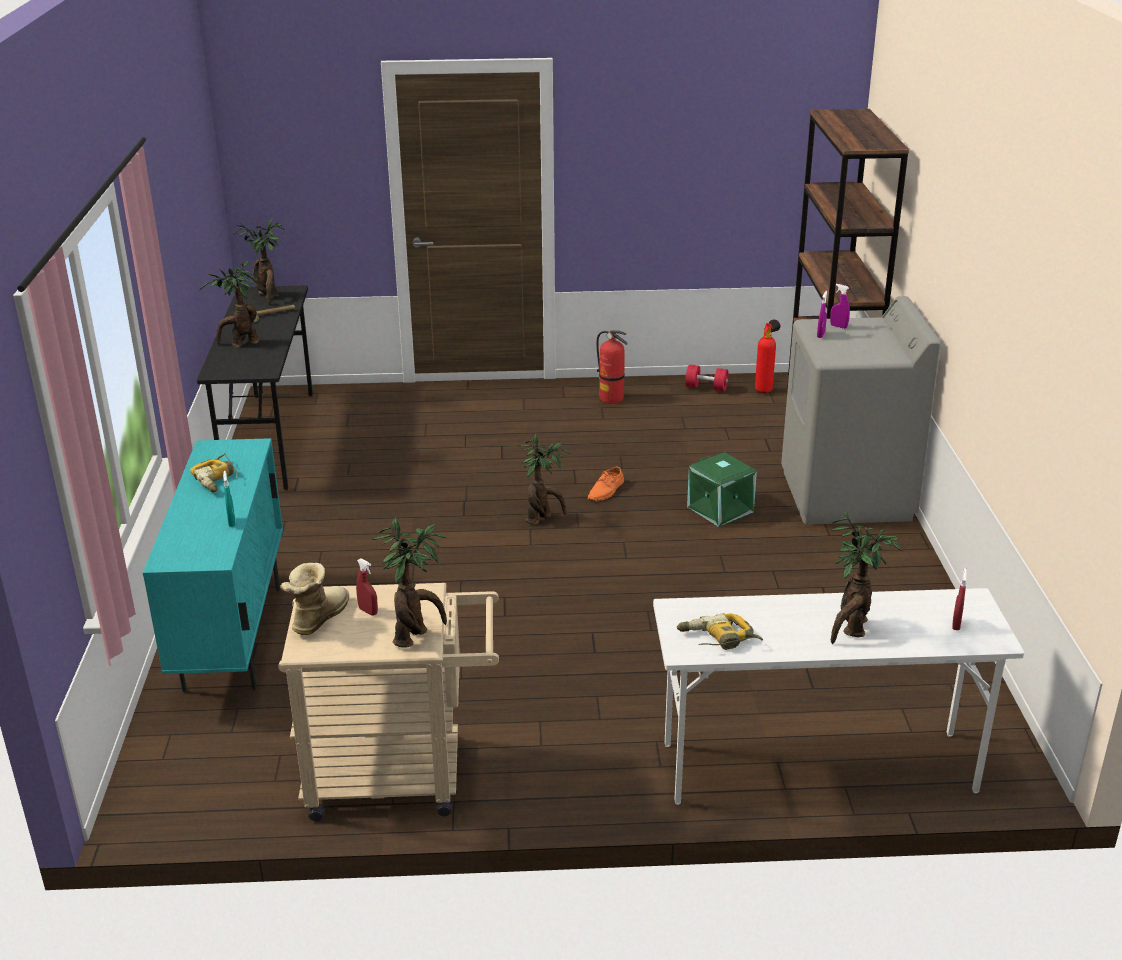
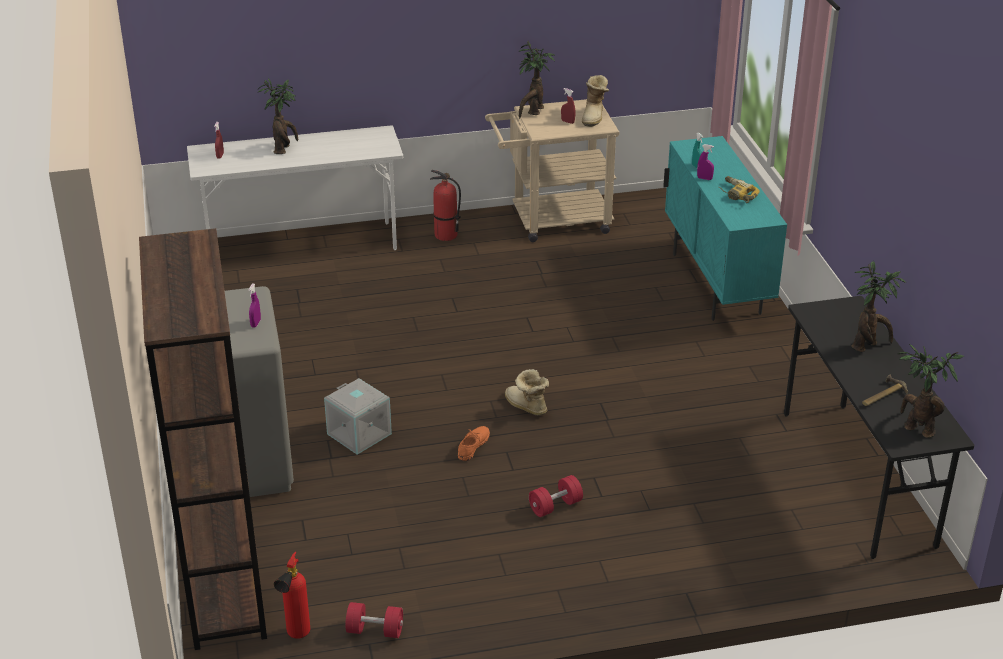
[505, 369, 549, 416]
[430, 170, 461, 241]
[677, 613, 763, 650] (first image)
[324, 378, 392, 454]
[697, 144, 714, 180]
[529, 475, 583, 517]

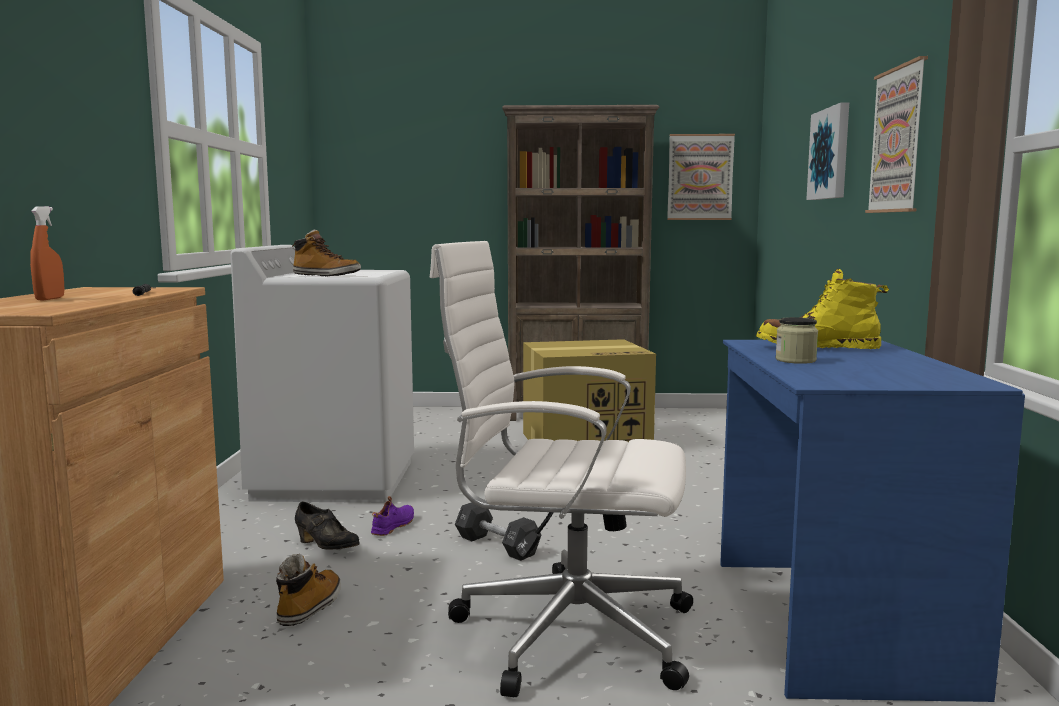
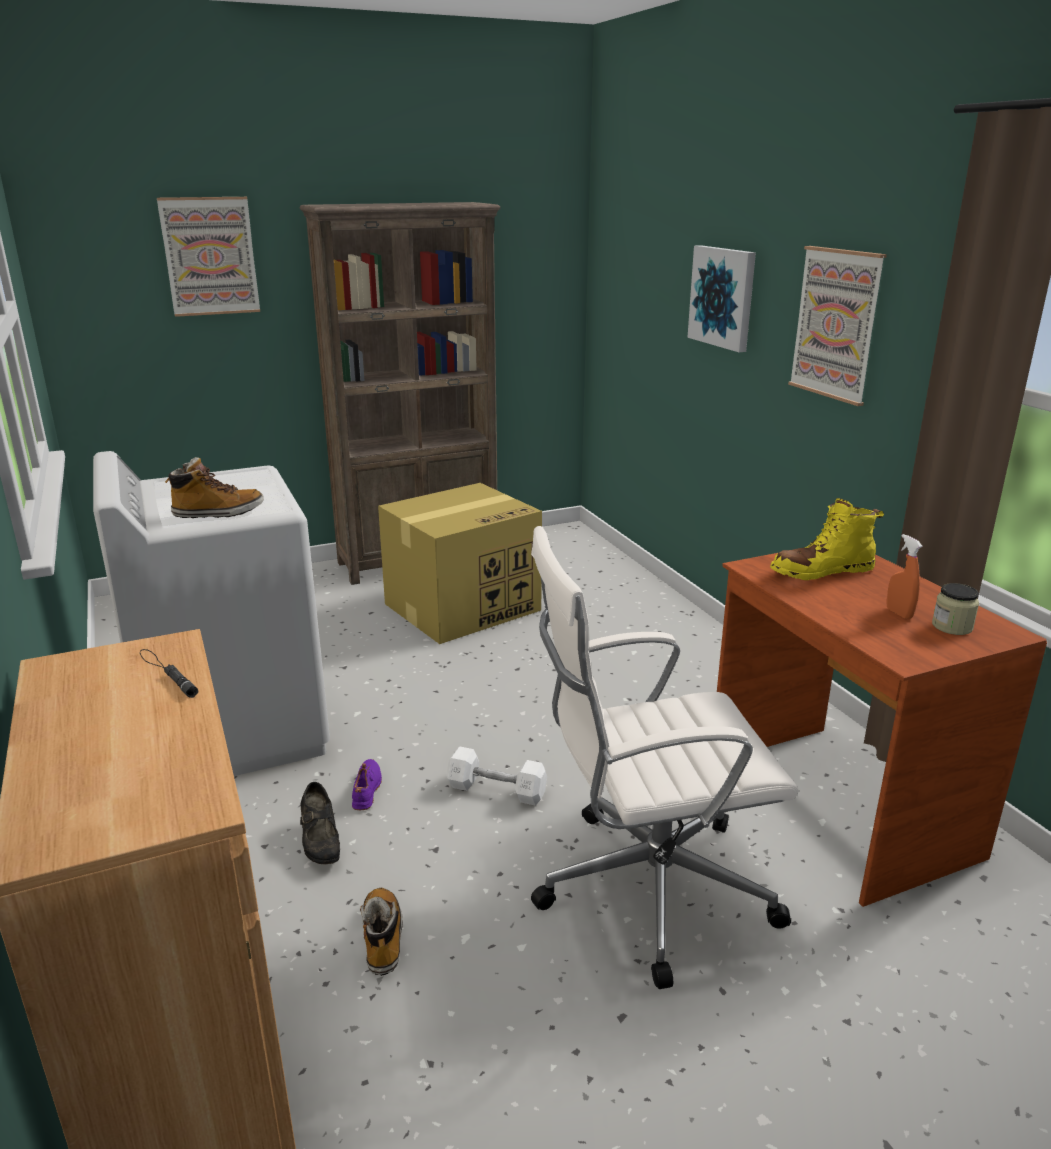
[886, 534, 922, 619]
[300, 782, 340, 864]
[447, 746, 547, 806]
[157, 197, 260, 317]
[717, 553, 1047, 907]
[932, 583, 979, 635]

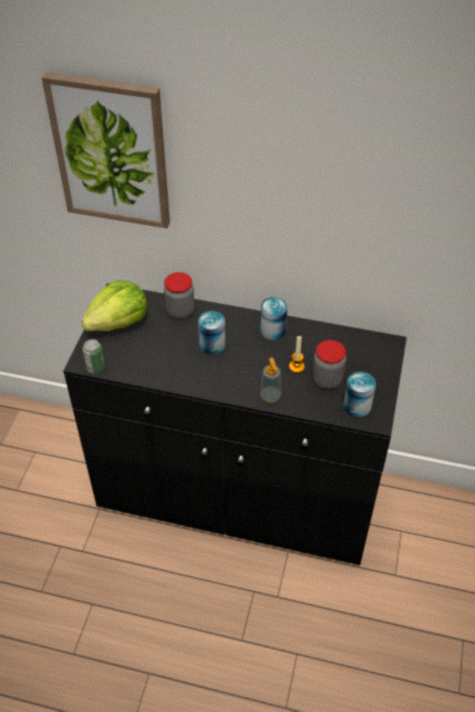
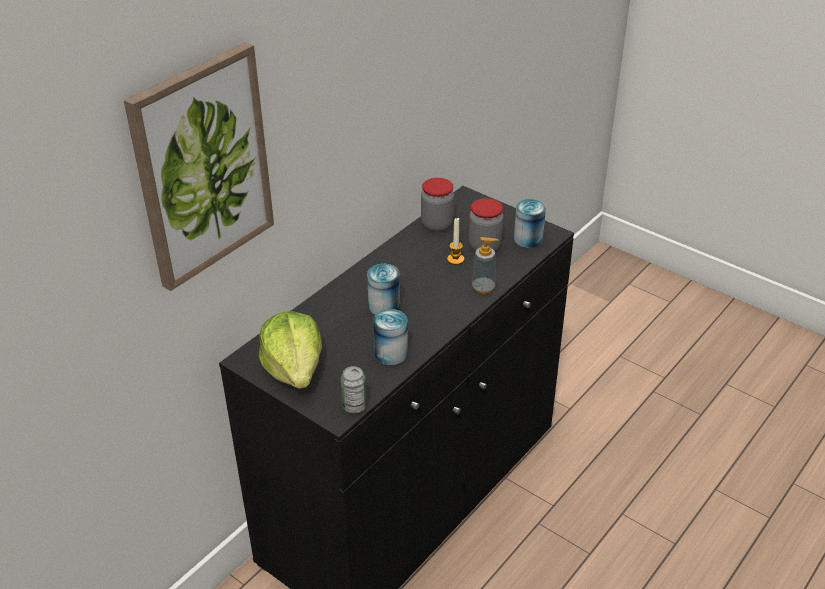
[421, 178, 454, 232]
[373, 309, 408, 365]

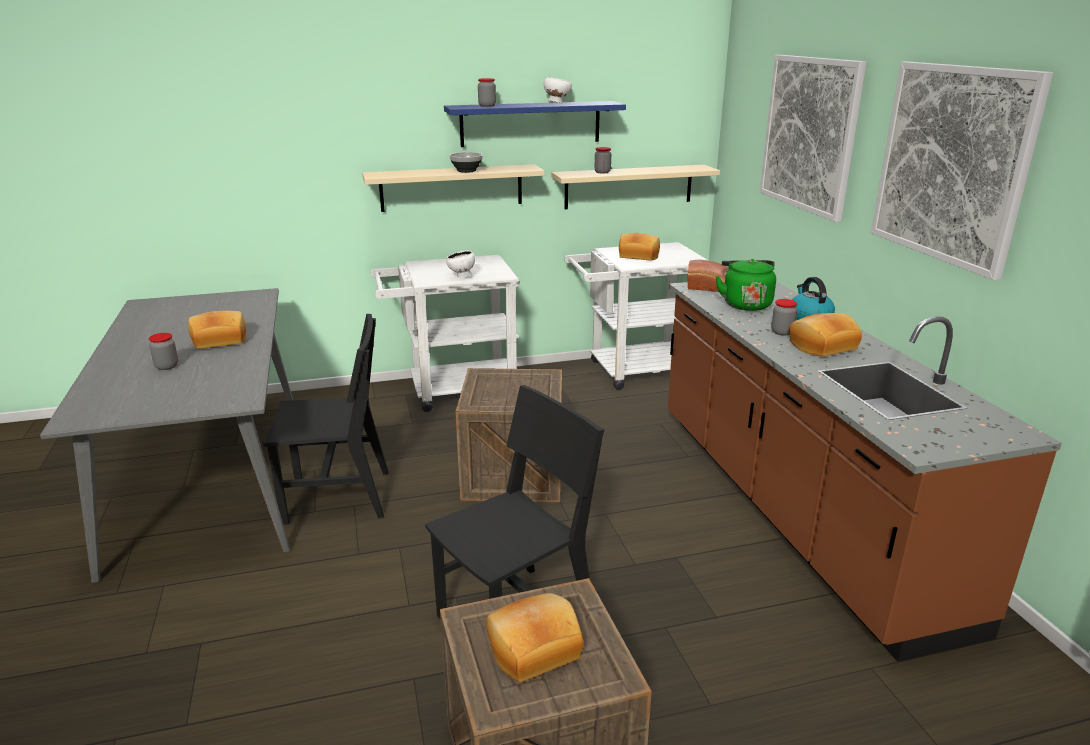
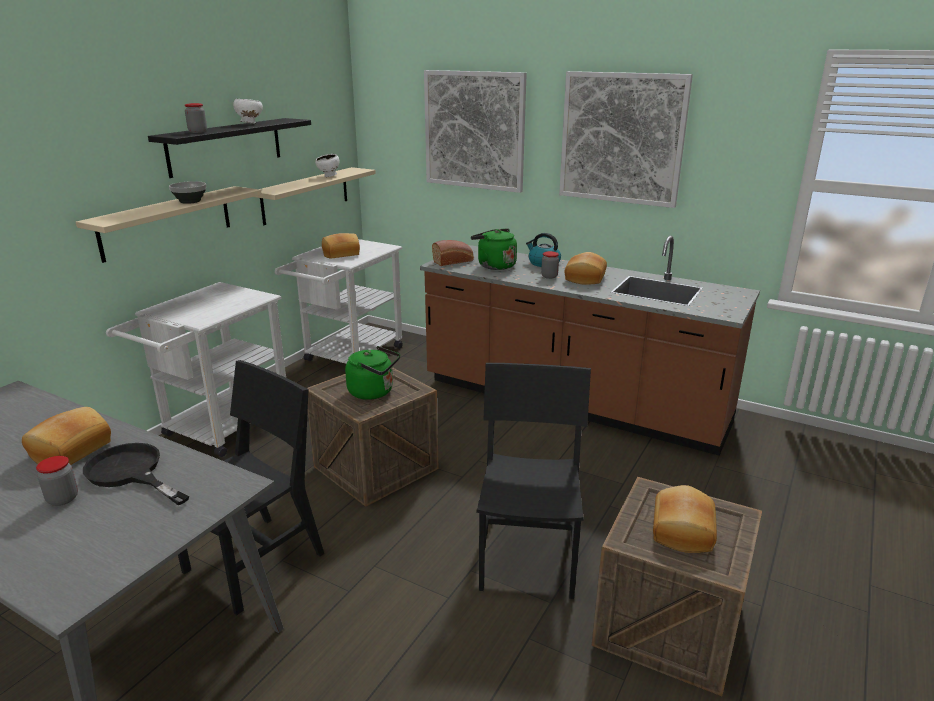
[148, 118, 311, 178]
[315, 154, 339, 177]
[595, 147, 611, 174] (first image)
[83, 443, 189, 506]
[345, 346, 400, 400]

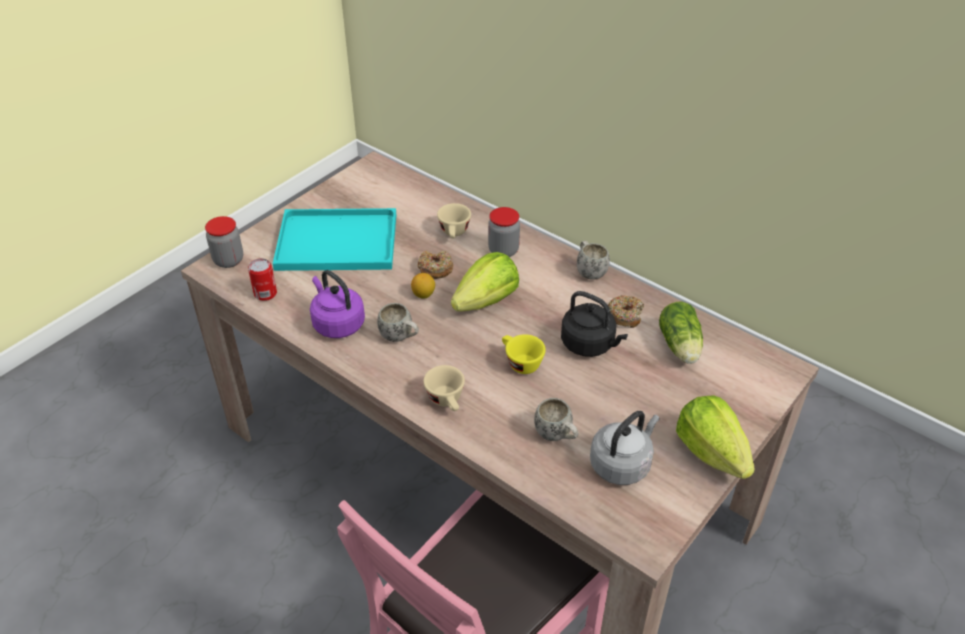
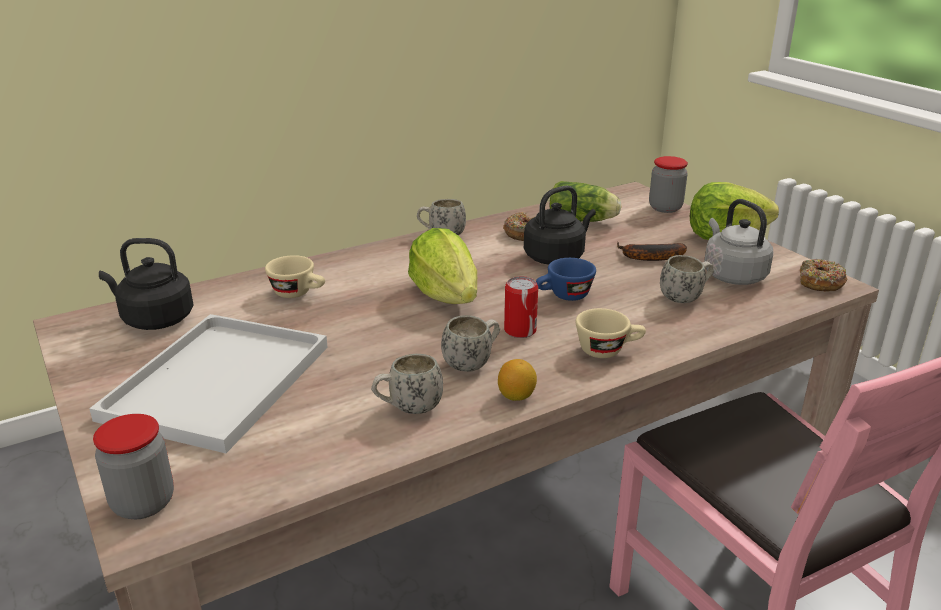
[504, 276, 538, 338]
[89, 314, 328, 453]
[371, 354, 443, 414]
[498, 359, 537, 401]
[800, 259, 847, 292]
[649, 156, 688, 213]
[536, 258, 596, 301]
[99, 238, 193, 330]
[617, 242, 687, 261]

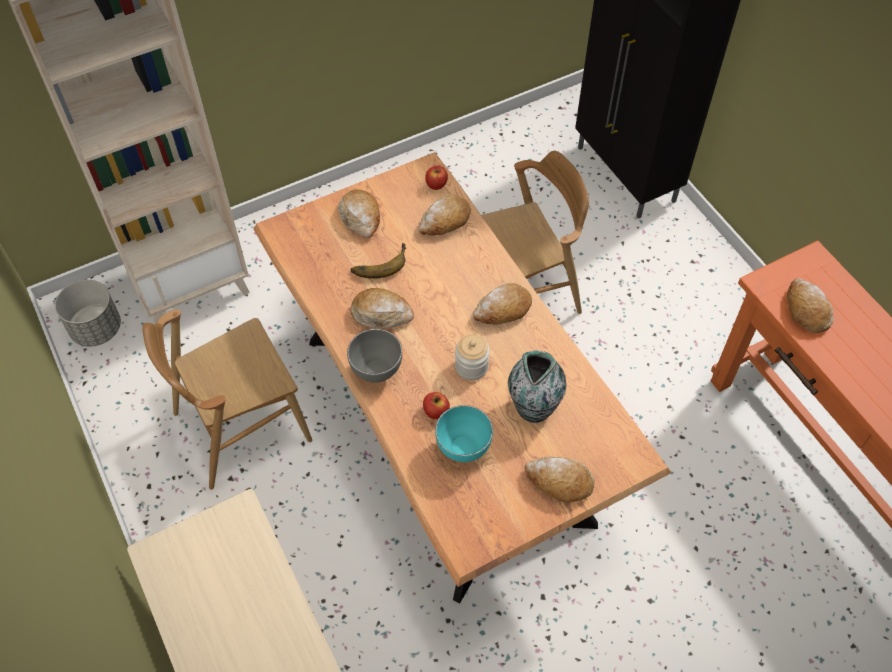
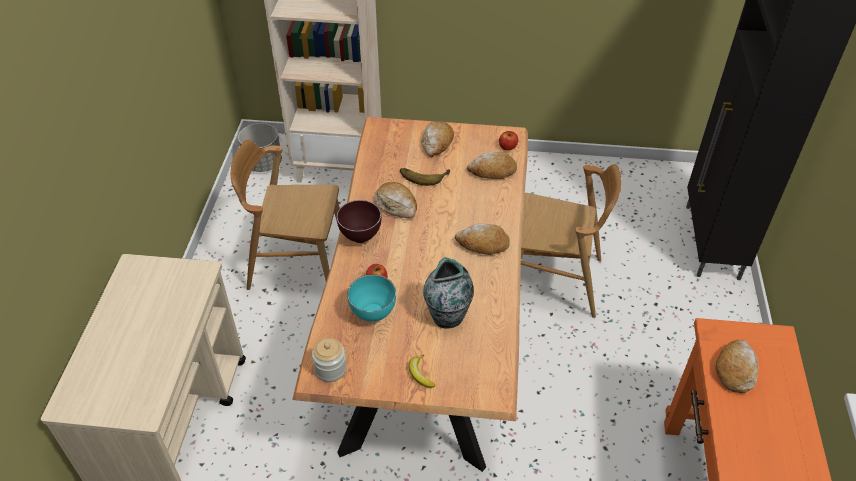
[336, 200, 381, 243]
[312, 338, 346, 382]
[409, 355, 435, 388]

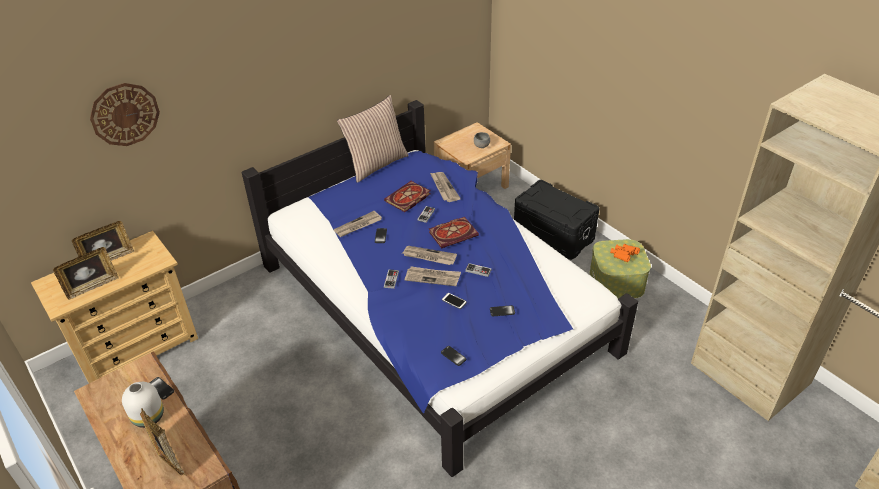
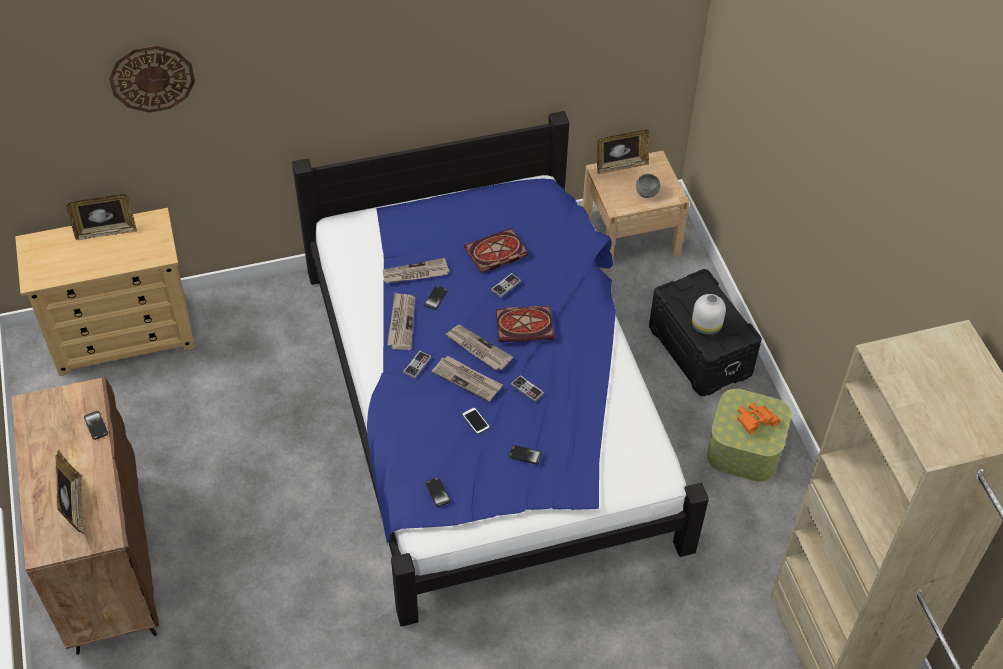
[597, 130, 649, 174]
[692, 294, 726, 336]
[337, 95, 409, 183] (first image)
[387, 293, 415, 350]

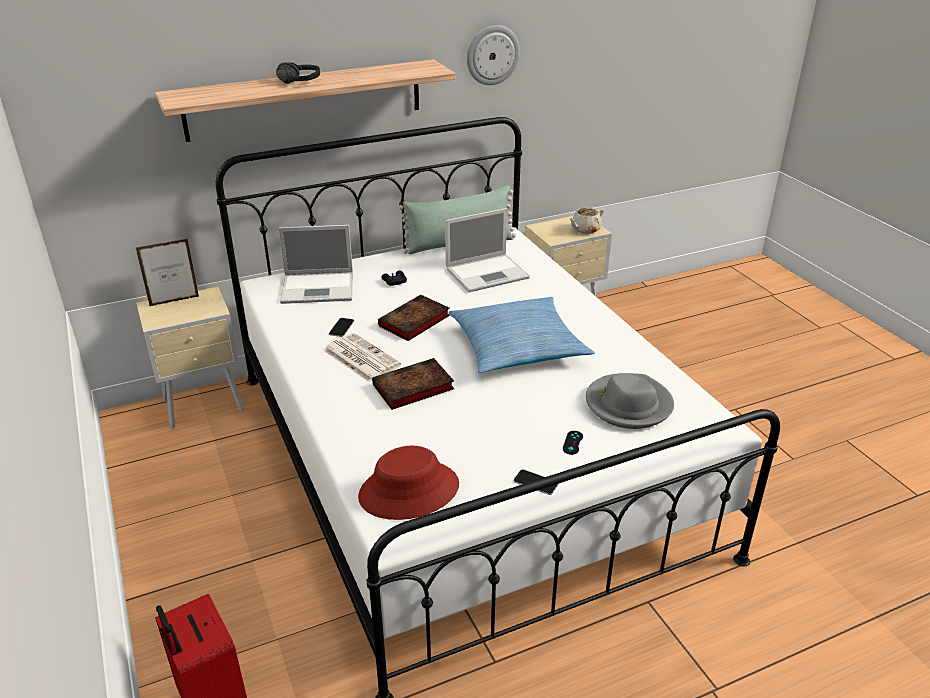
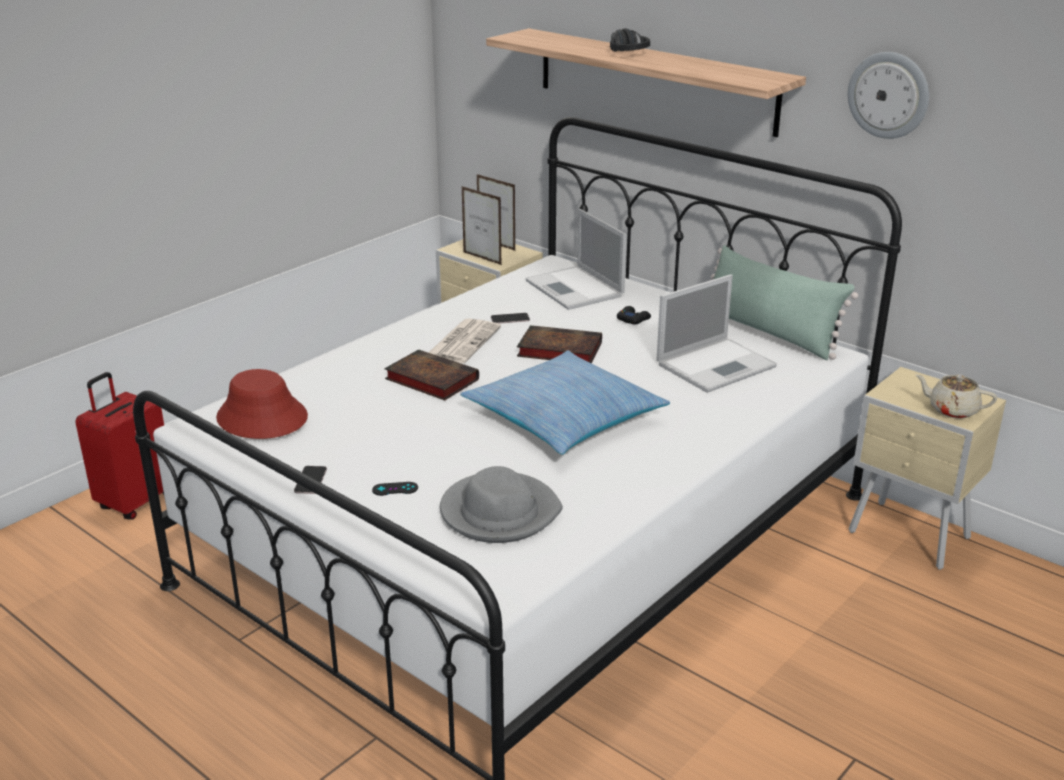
[657, 274, 777, 393]
[462, 186, 502, 265]

